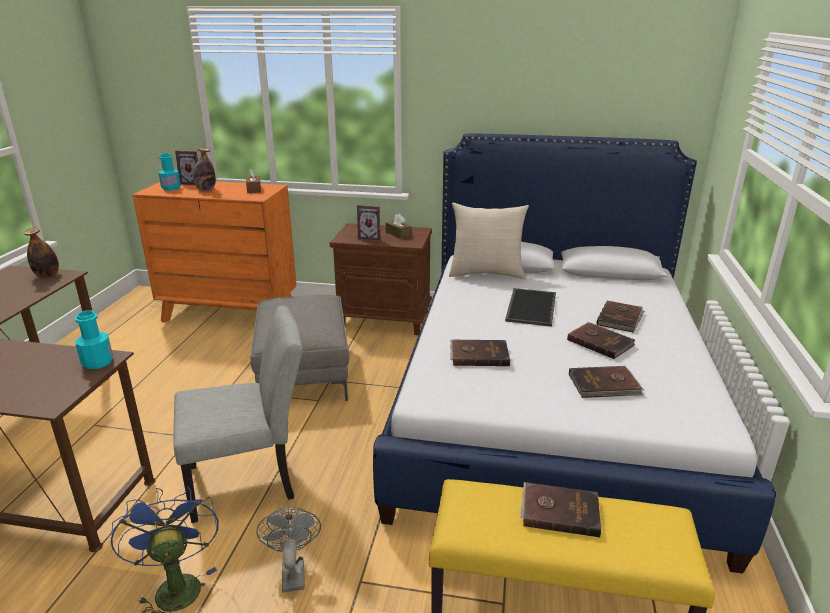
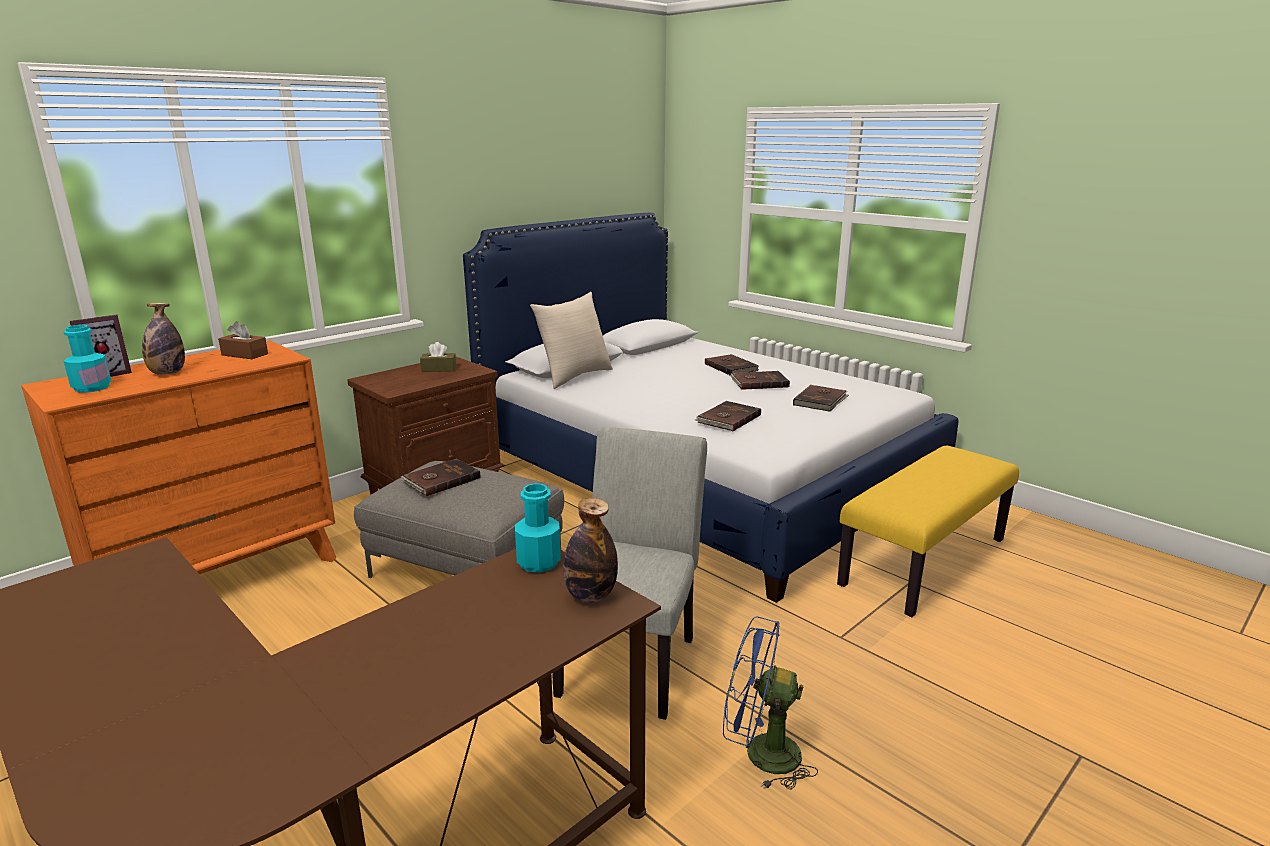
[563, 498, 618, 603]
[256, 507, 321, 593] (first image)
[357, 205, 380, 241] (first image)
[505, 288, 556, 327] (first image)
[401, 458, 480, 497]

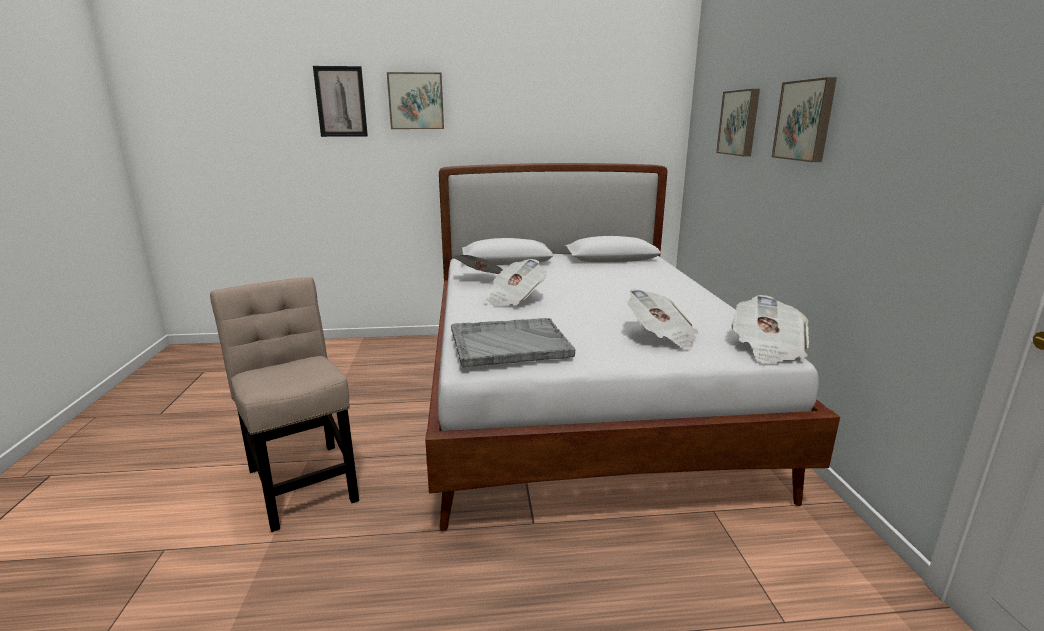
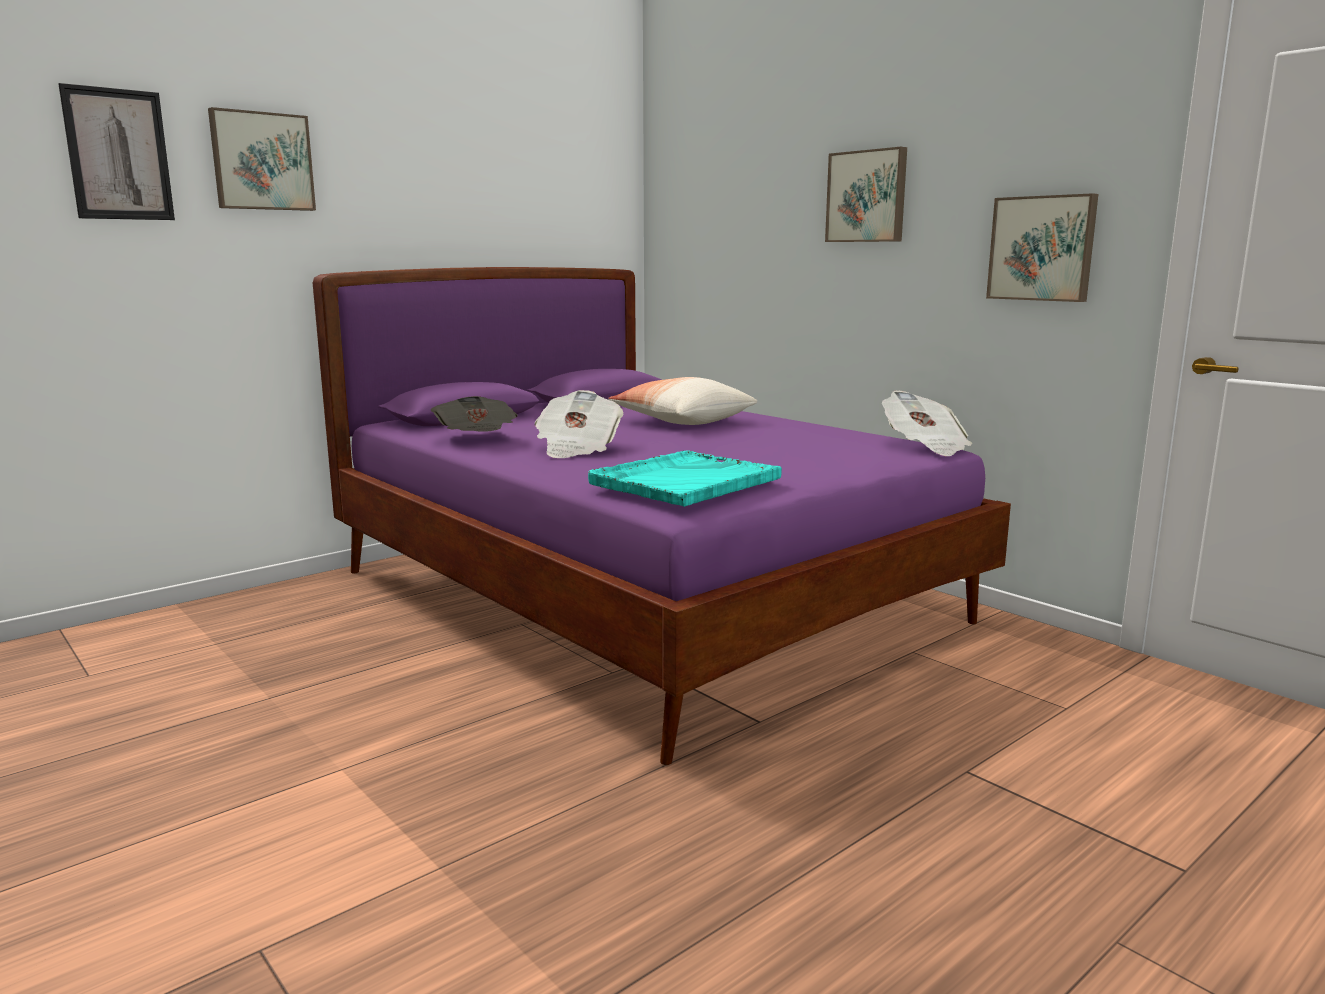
[210, 277, 359, 532] (first image)
[313, 267, 1011, 765]
[588, 451, 782, 507]
[627, 289, 698, 350] (first image)
[986, 193, 1098, 302]
[608, 377, 757, 425]

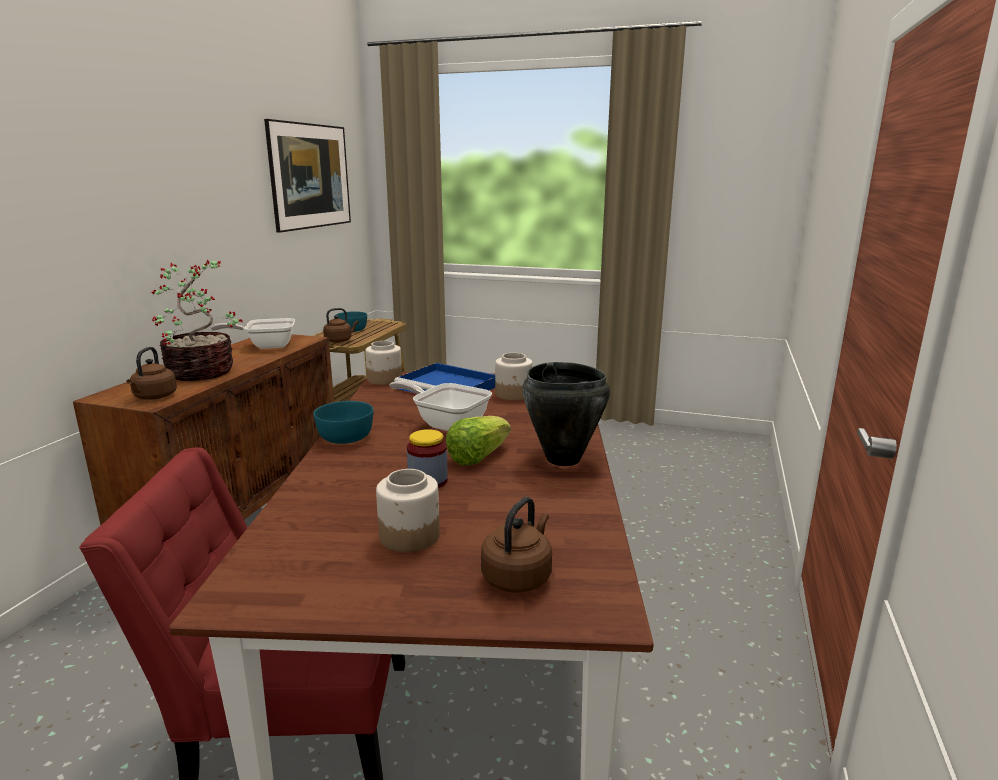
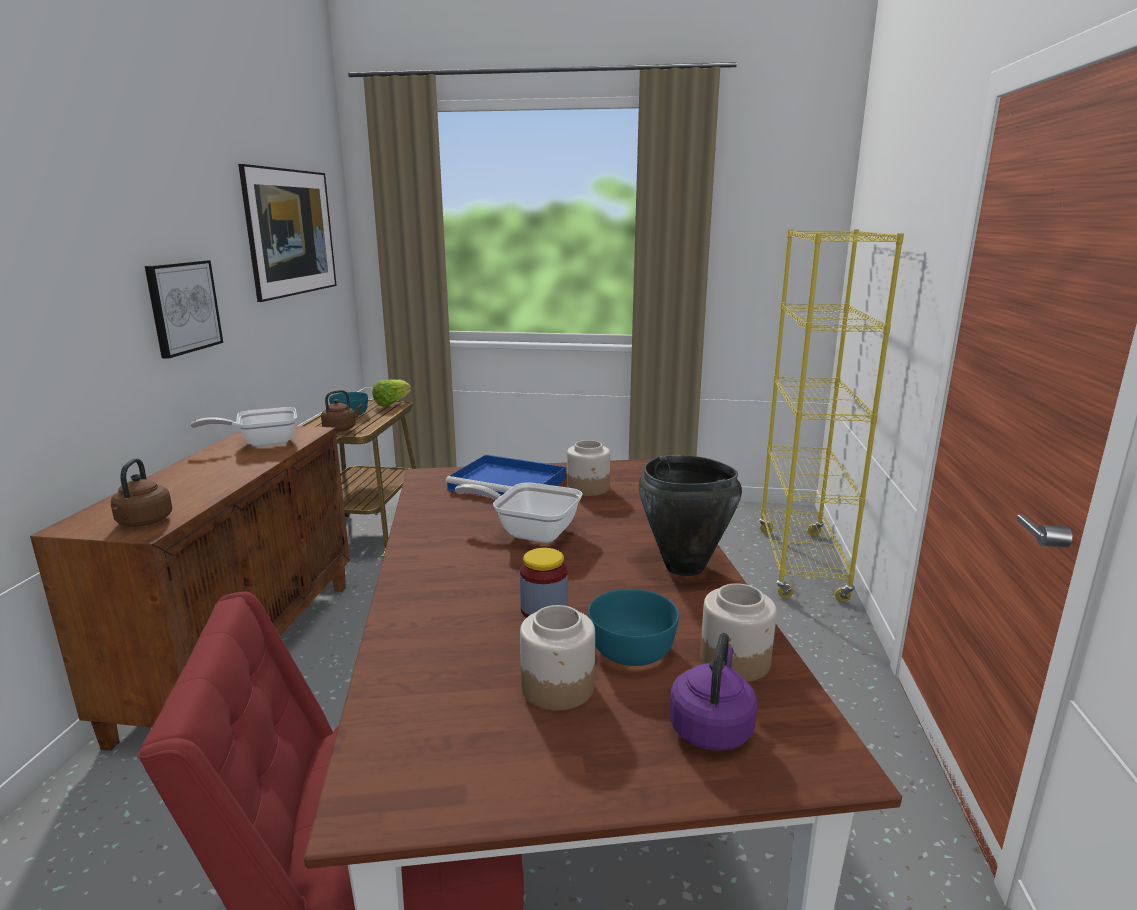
[152, 260, 243, 381] (first image)
[588, 589, 679, 666]
[700, 583, 777, 682]
[372, 379, 411, 406]
[669, 633, 757, 751]
[145, 260, 223, 359]
[759, 229, 904, 602]

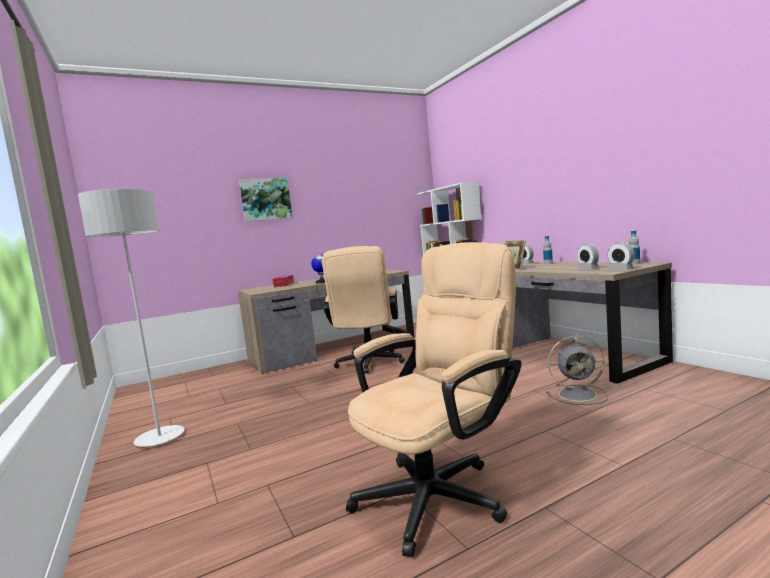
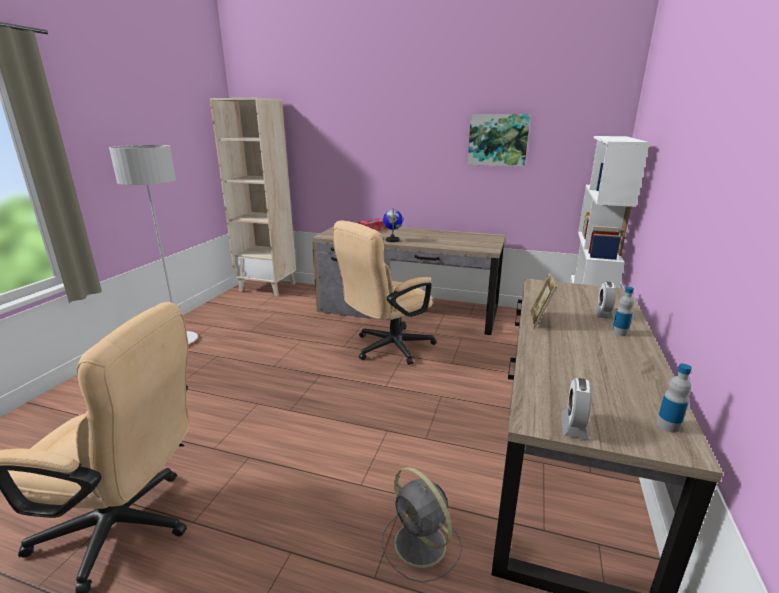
[468, 114, 530, 167]
[577, 244, 599, 270] (first image)
[210, 98, 296, 296]

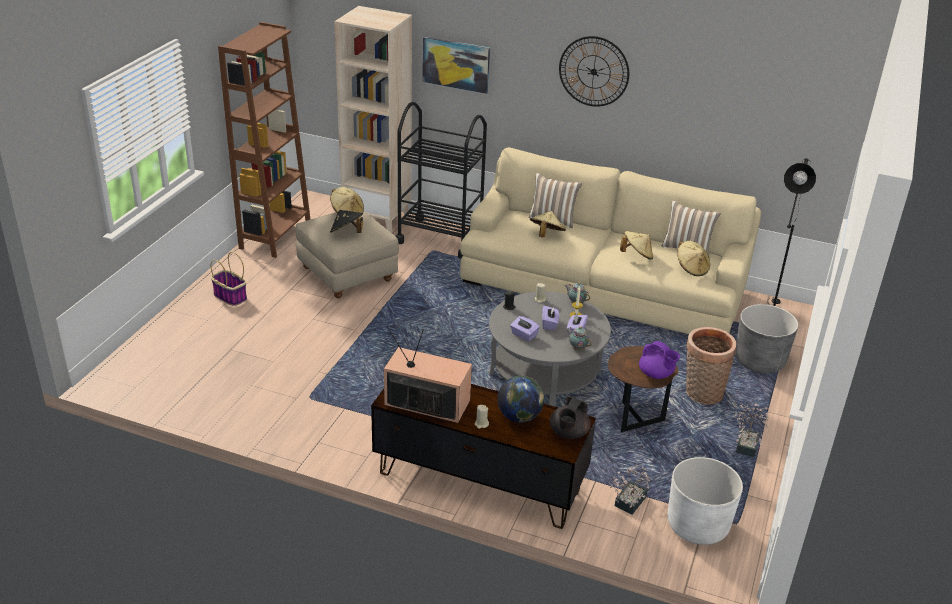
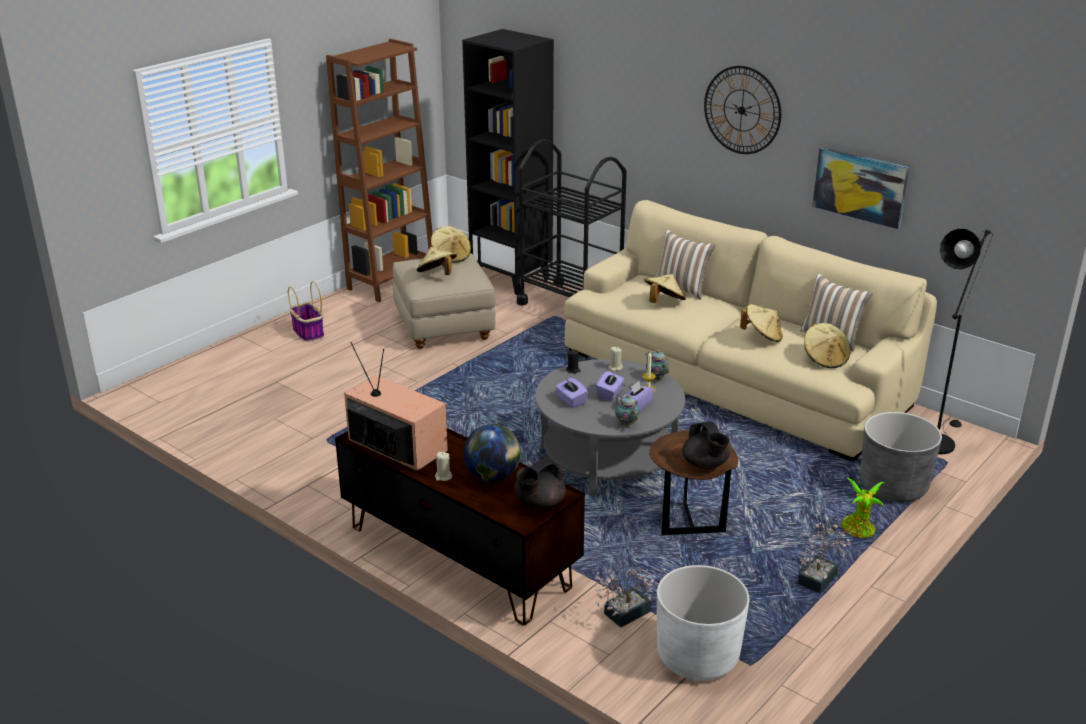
[417, 247, 457, 275]
[462, 29, 554, 295]
[812, 147, 909, 229]
[682, 422, 730, 469]
[686, 327, 736, 405] (first image)
[840, 478, 884, 538]

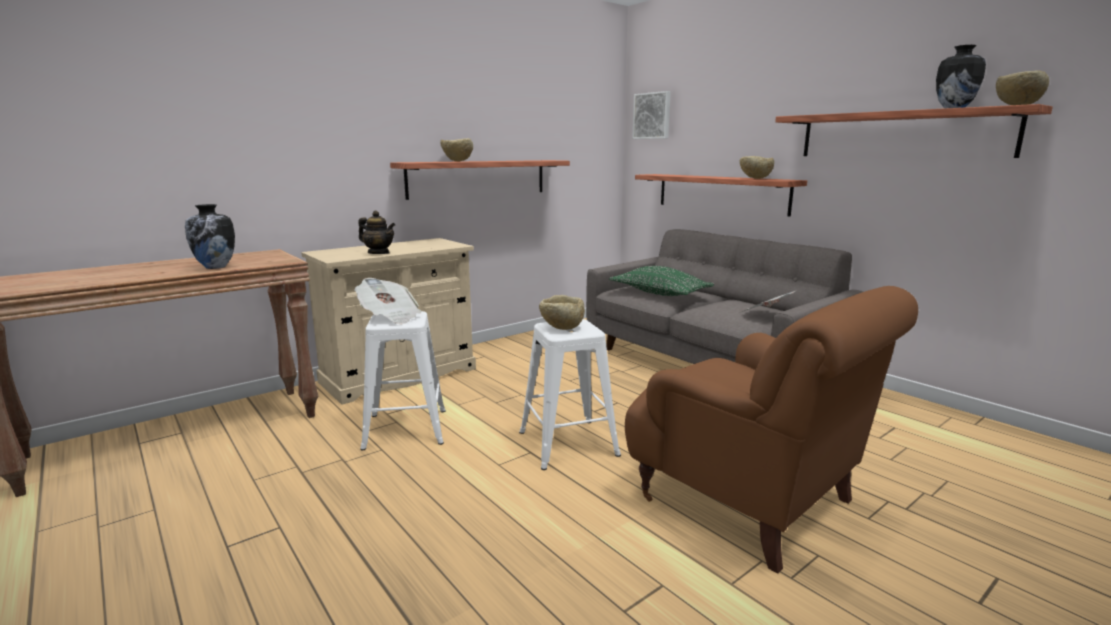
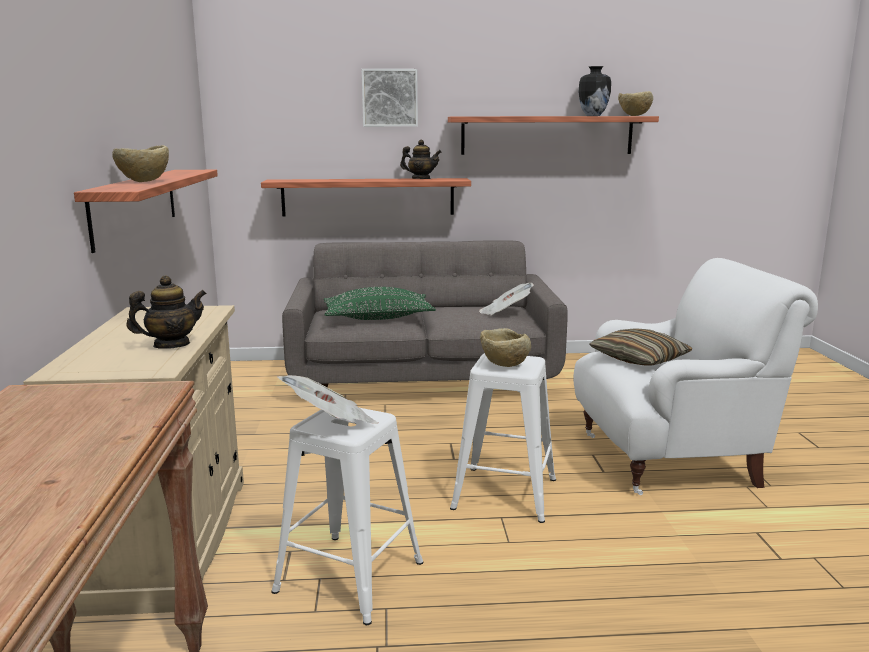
[185, 204, 235, 269] (first image)
[573, 258, 818, 495]
[362, 69, 418, 127]
[400, 140, 442, 179]
[590, 328, 692, 366]

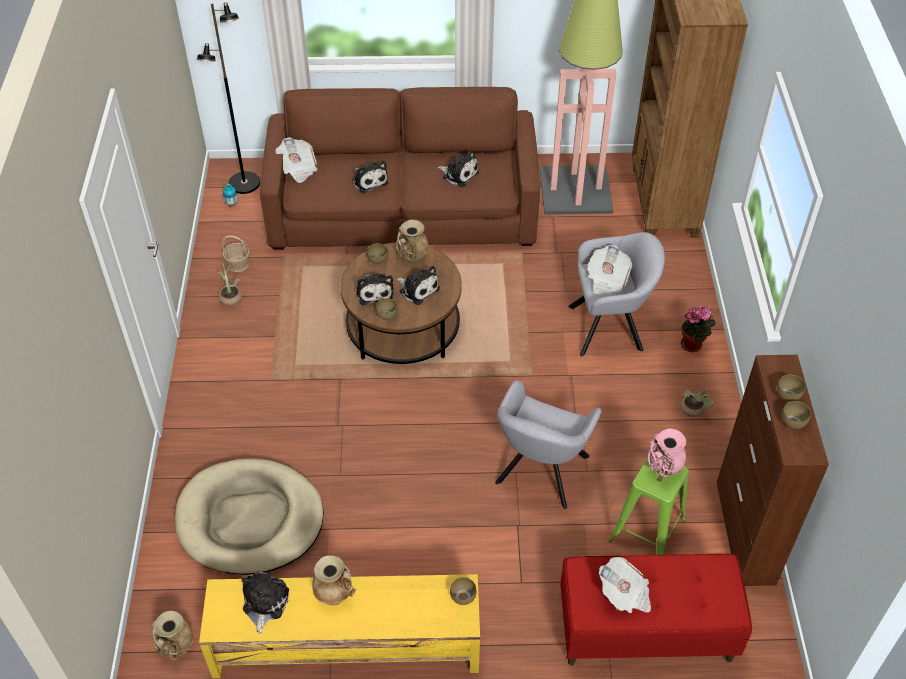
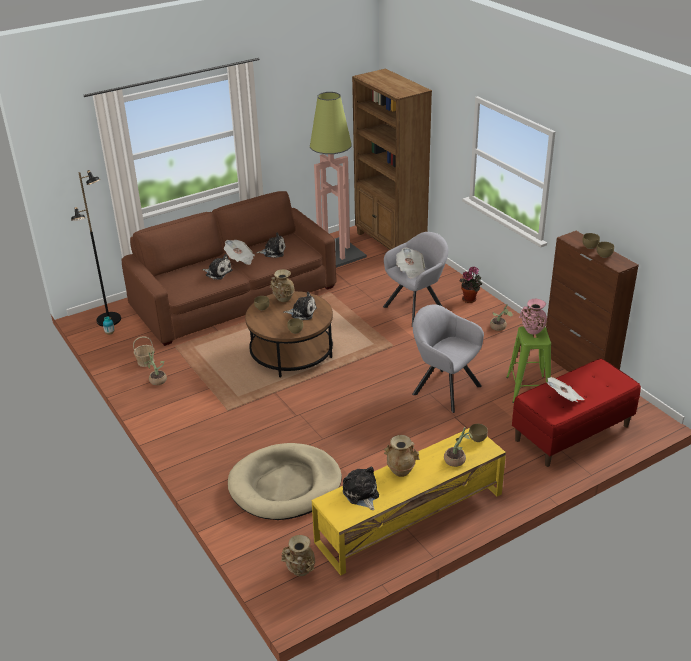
[224, 240, 255, 265]
[356, 274, 394, 305] (first image)
[412, 304, 484, 413]
[444, 427, 473, 467]

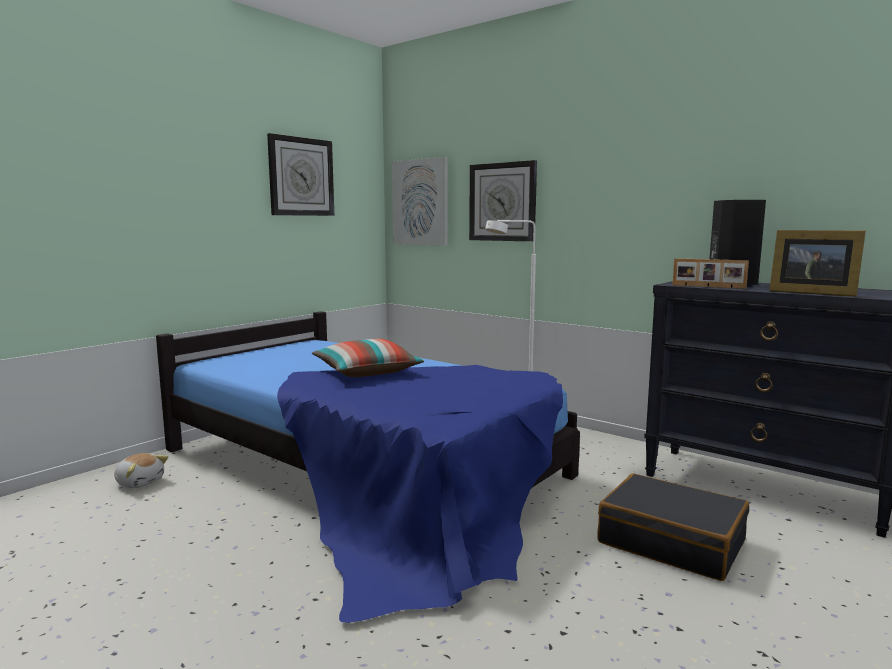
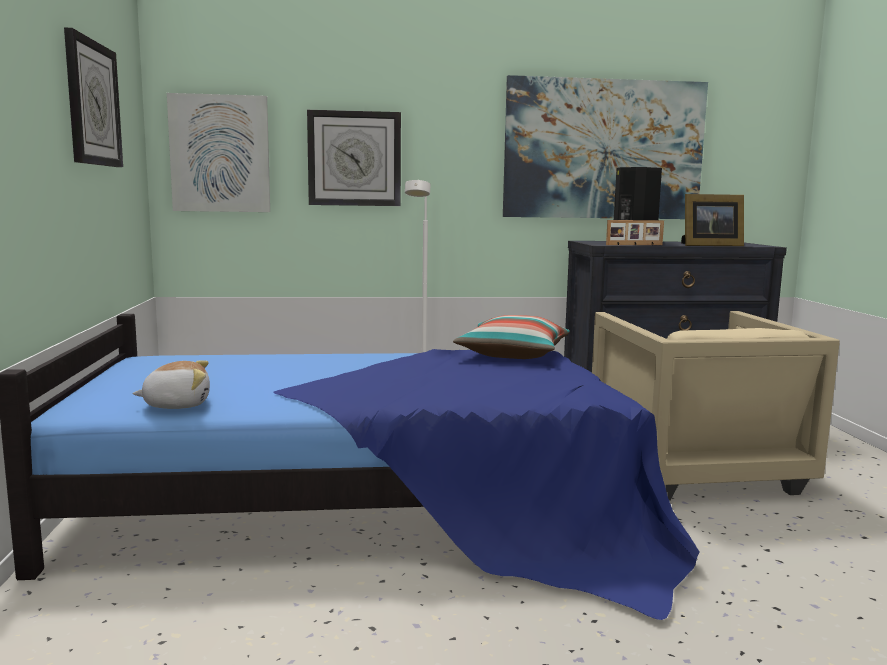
[132, 360, 210, 409]
[453, 315, 570, 359]
[592, 311, 840, 501]
[503, 75, 708, 219]

